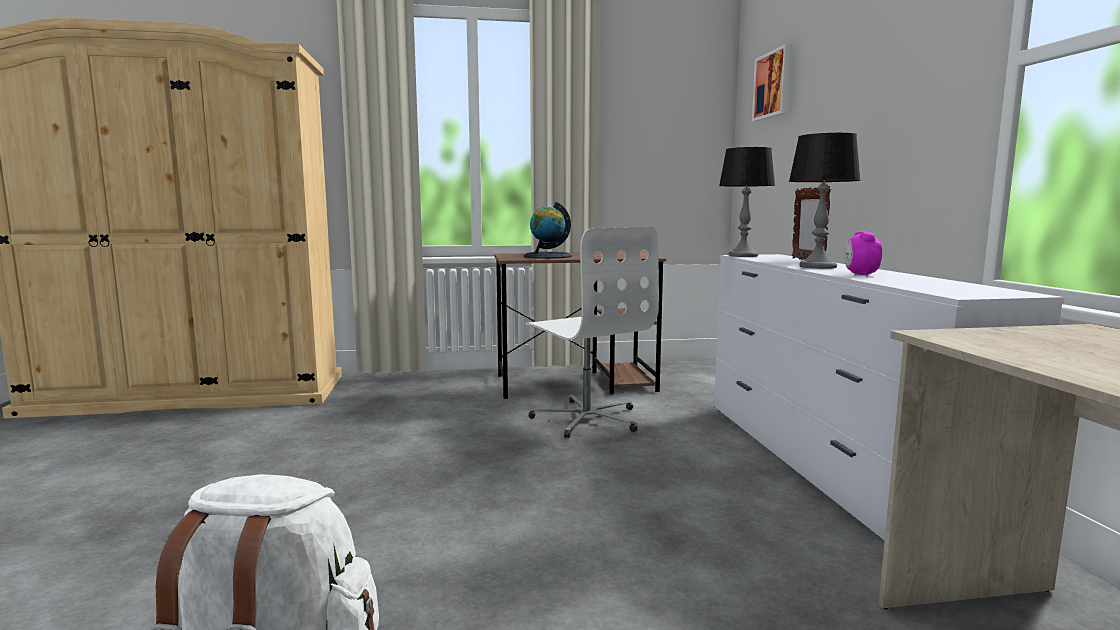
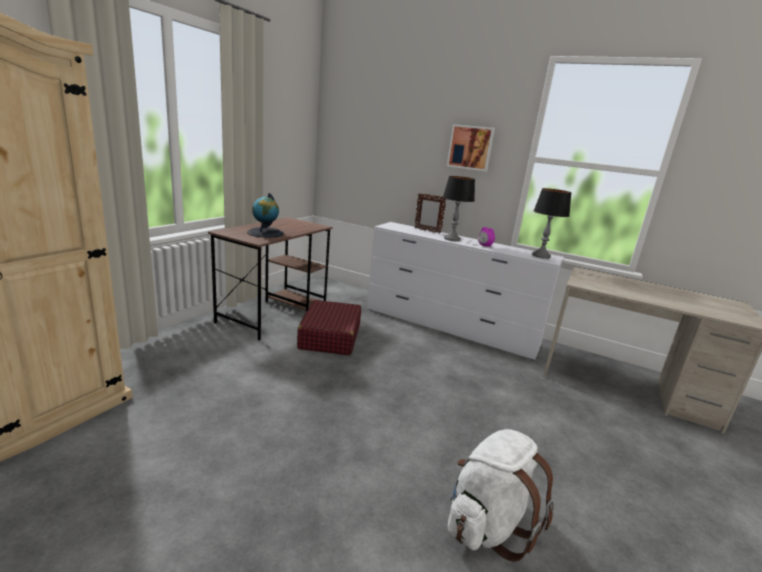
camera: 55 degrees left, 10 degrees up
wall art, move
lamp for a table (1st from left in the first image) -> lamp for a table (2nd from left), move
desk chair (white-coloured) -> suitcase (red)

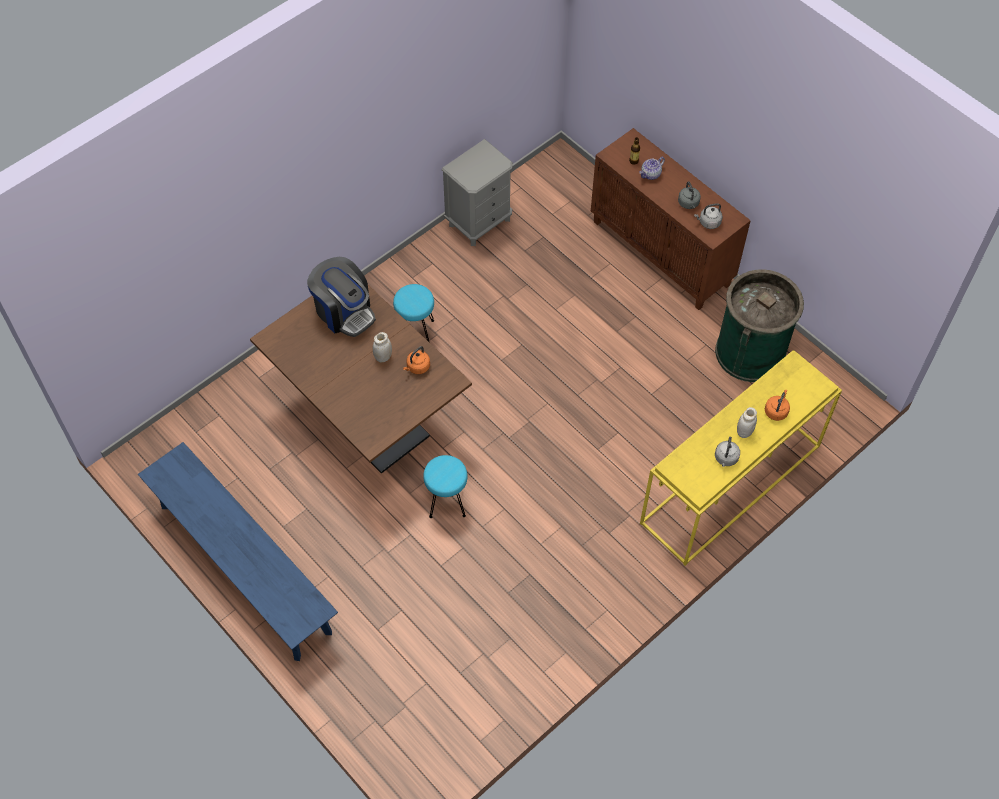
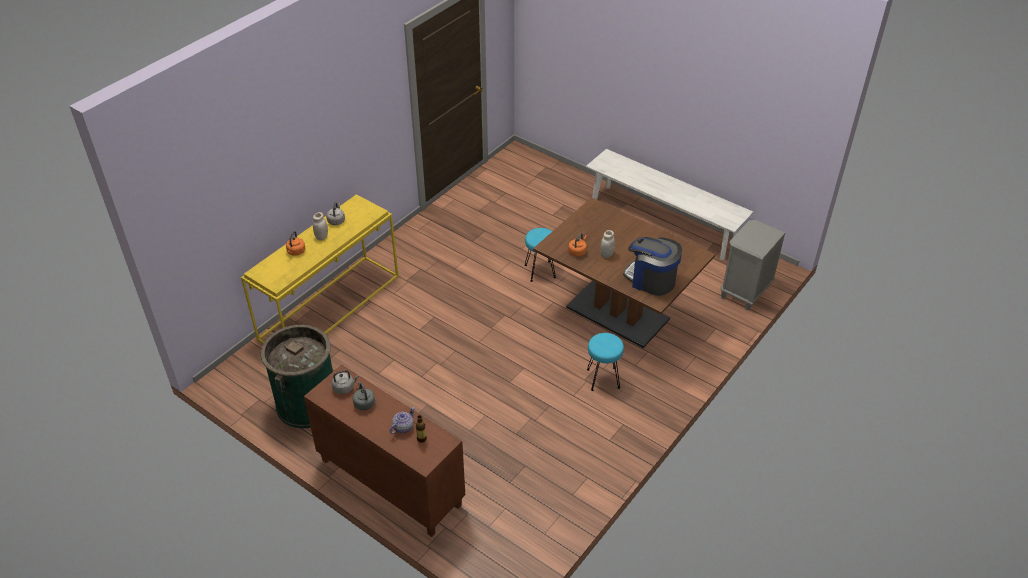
camera: 170 degrees right, 15 degrees down
bedside table (gray), move
bench (bluish) -> bench (white-coloured)

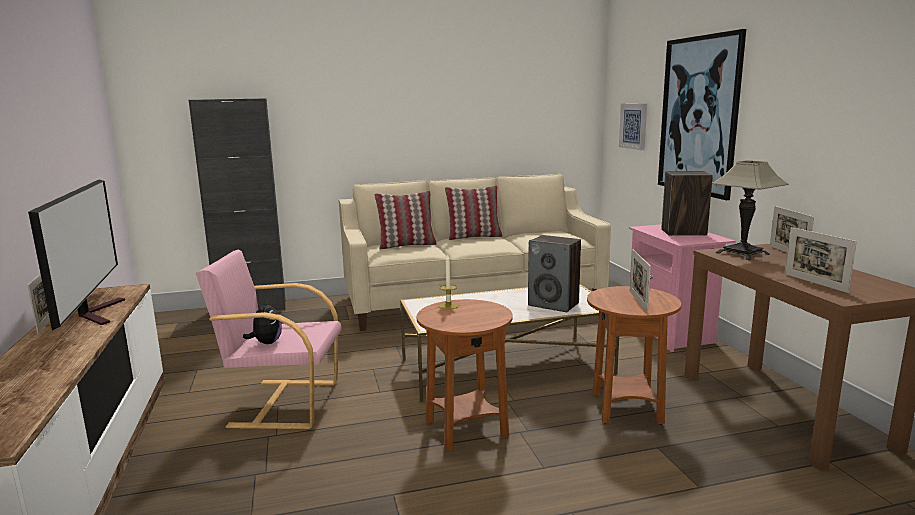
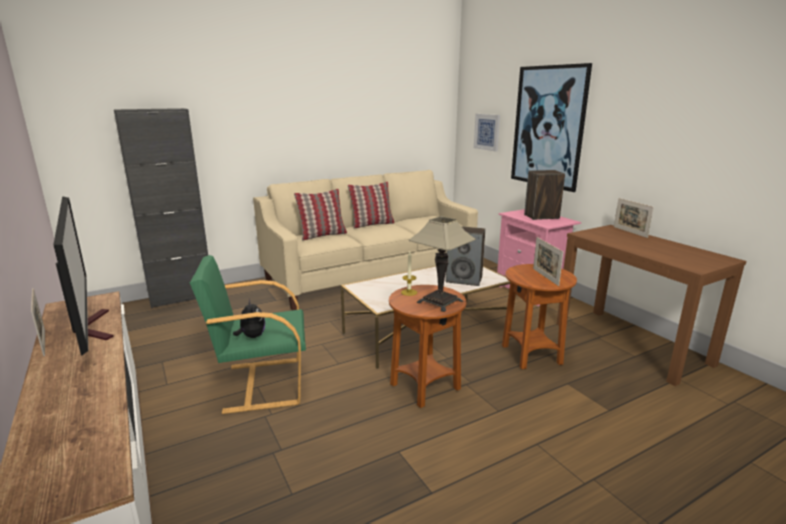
camera: 15 degrees left, 5 degrees up
lamp for a table, move
standing frame (4th from left) -> none
easy chair (pinkish) -> easy chair (green)

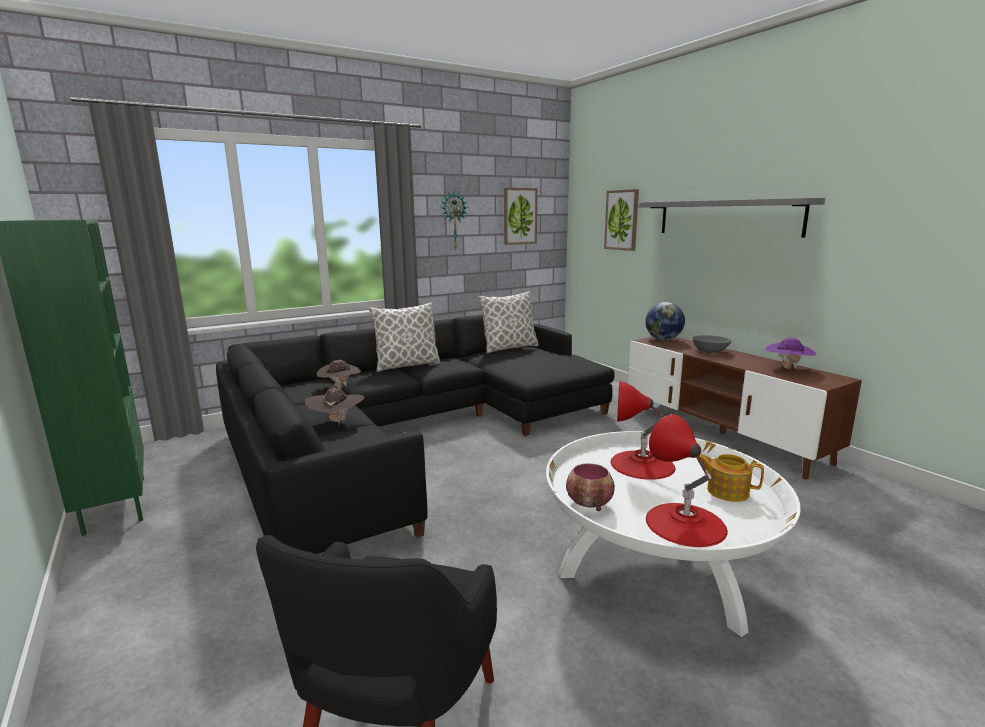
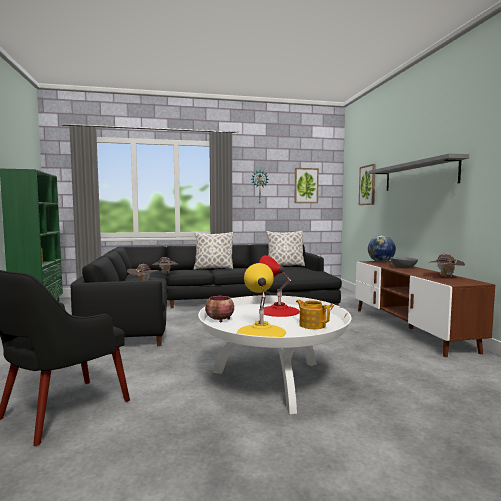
camera: 20 degrees right, 10 degrees down
wearable hat (purple-coloured) -> wearable hat (brown) (3rd from left)
lamp for a table (red) (2nd from left) -> lamp for a table (yellowish)

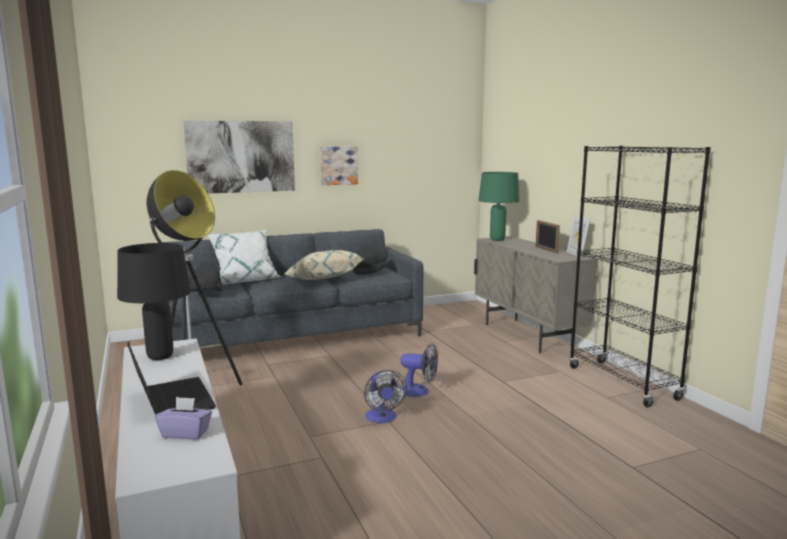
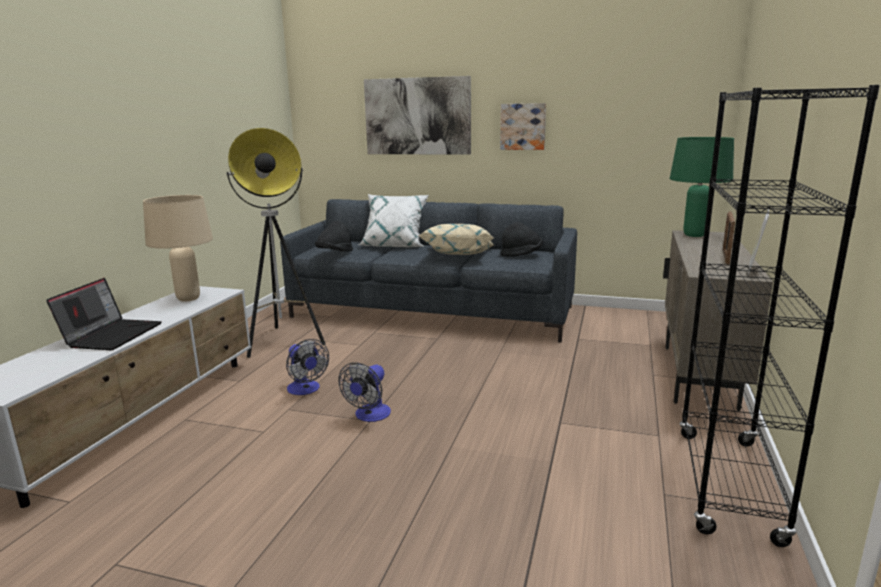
camera: 40 degrees right, 5 degrees up
lamp for a table (black) -> lamp for a table (sand-coloured)
fan (2nd from left in the first image) -> fan (1st from left), move
tissue holder (purple-coloured) -> none

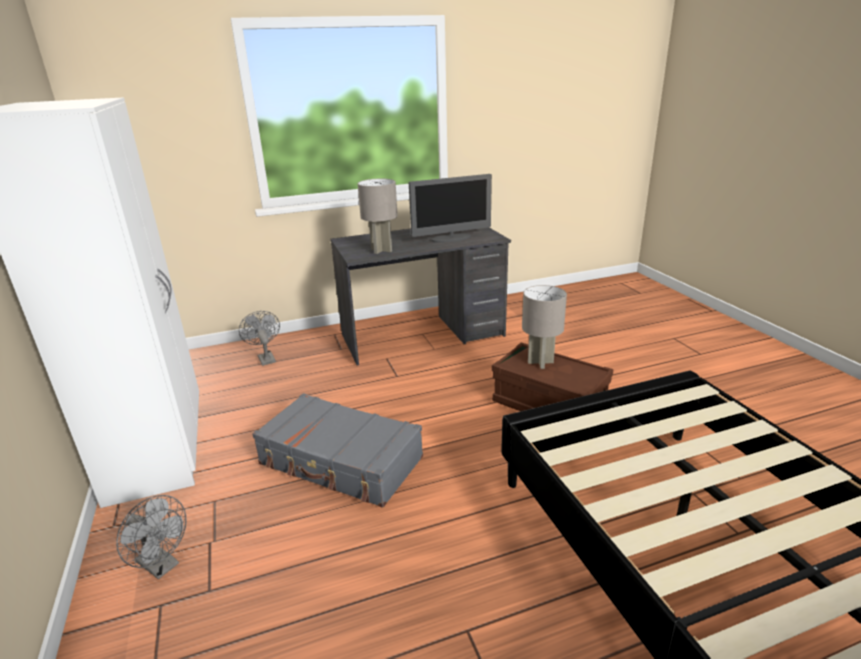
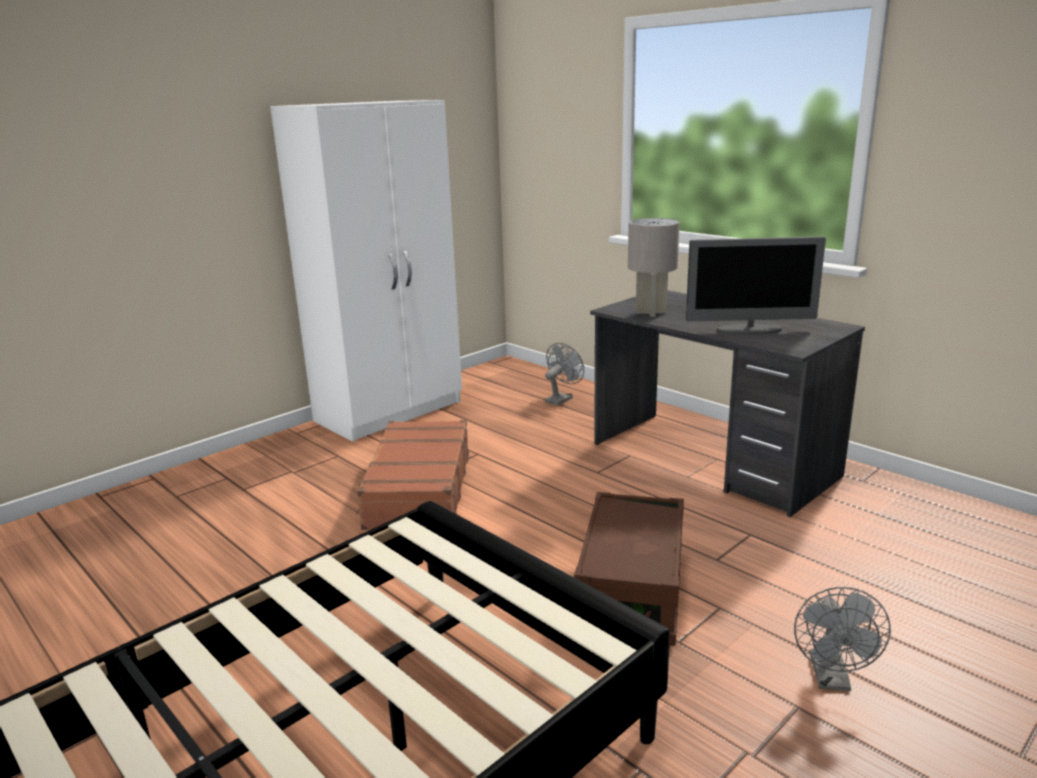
camera: 65 degrees right, 5 degrees down
computer display, 45 degrees counterclockwise
lamp for a table (gray) (2nd from left) -> none
suitcase (gray) -> suitcase (brown)
fan (gray) (1st from left in the first image) -> fan (gray) (2nd from left), move

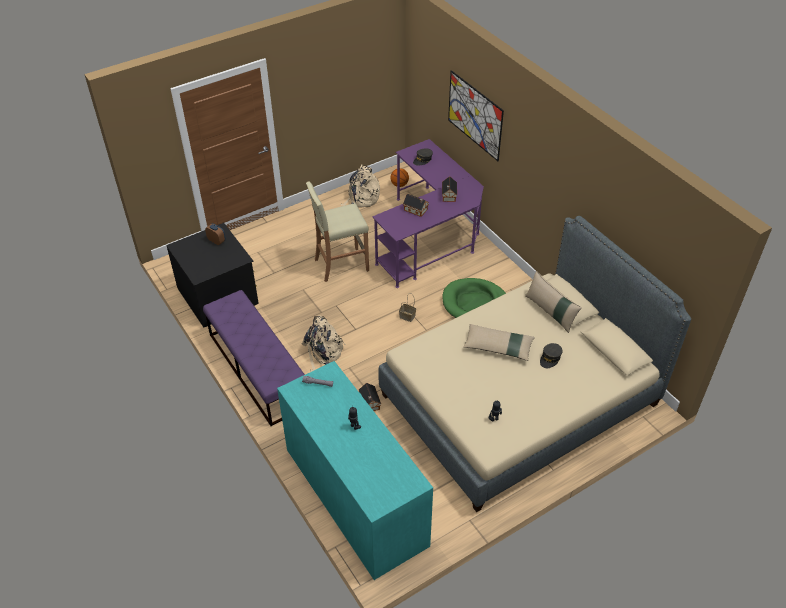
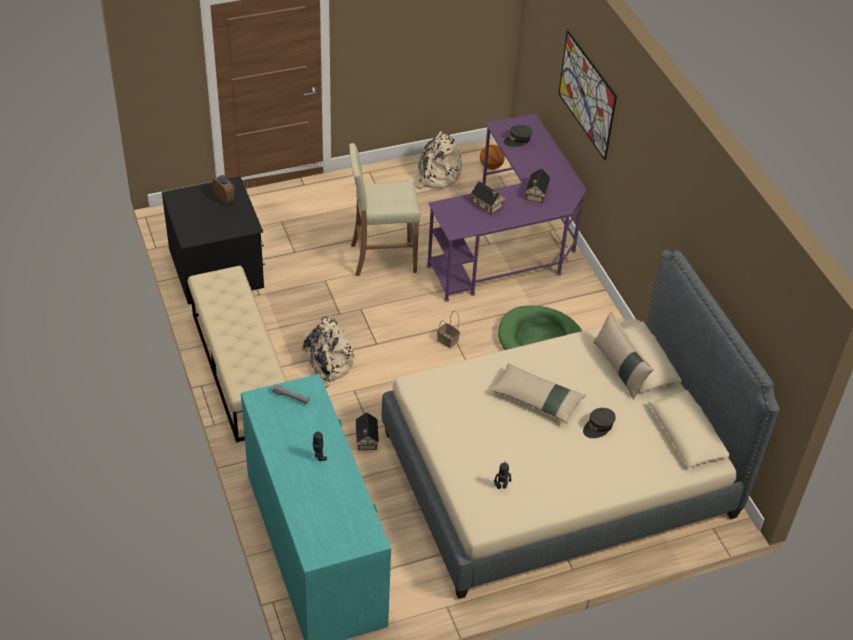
camera: 10 degrees right, 0 degrees up
bench (purple-coloured) -> bench (sand-coloured)

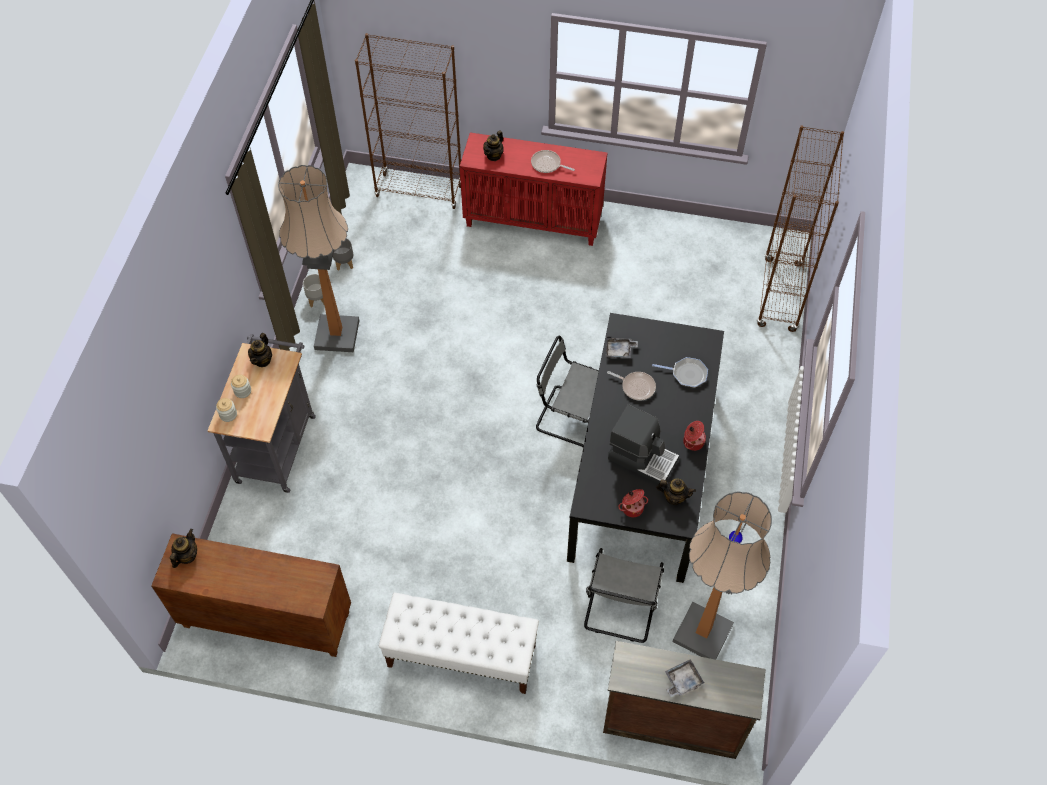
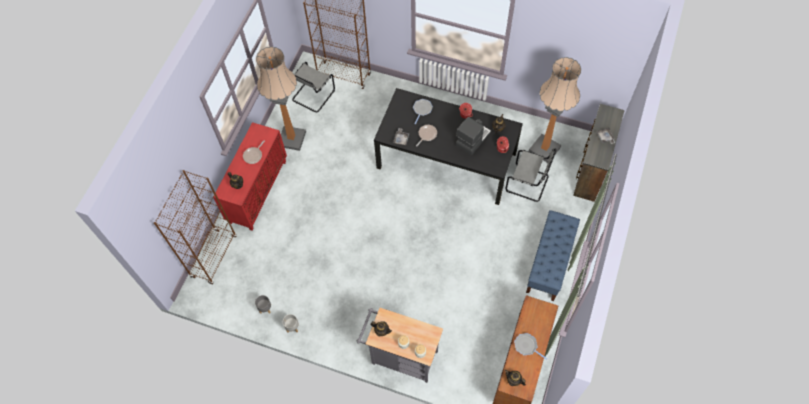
camera: 80 degrees left, 5 degrees up
standard lamp (1st from left), move
plain chair (gray) (1st from left), move
bench (white-coloured) -> bench (bluish)
none -> pan (4th from left)

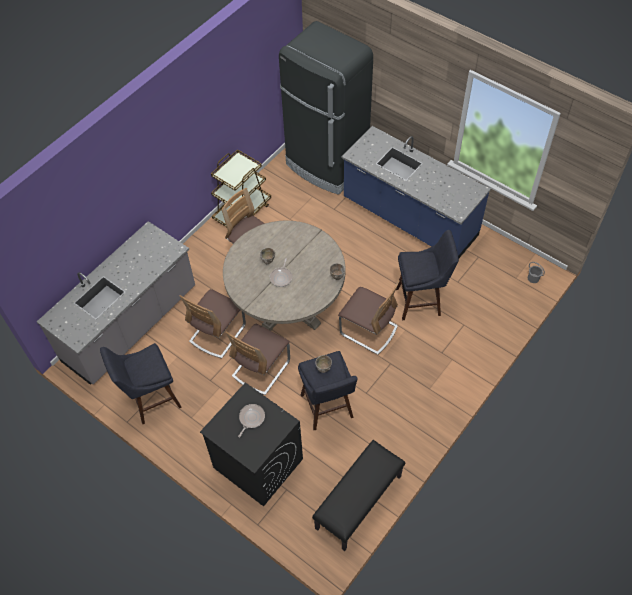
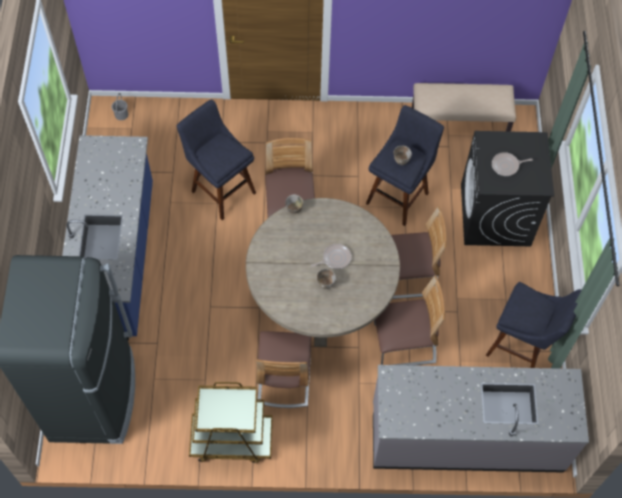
camera: 130 degrees left, 5 degrees up
bench (black) -> bench (sand-coloured)

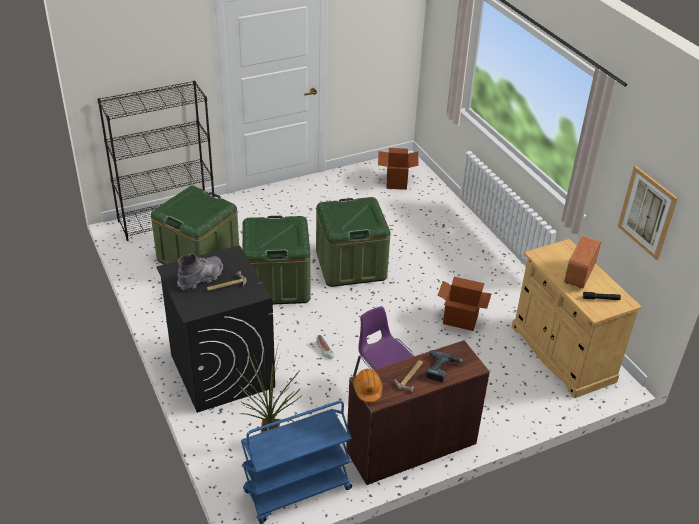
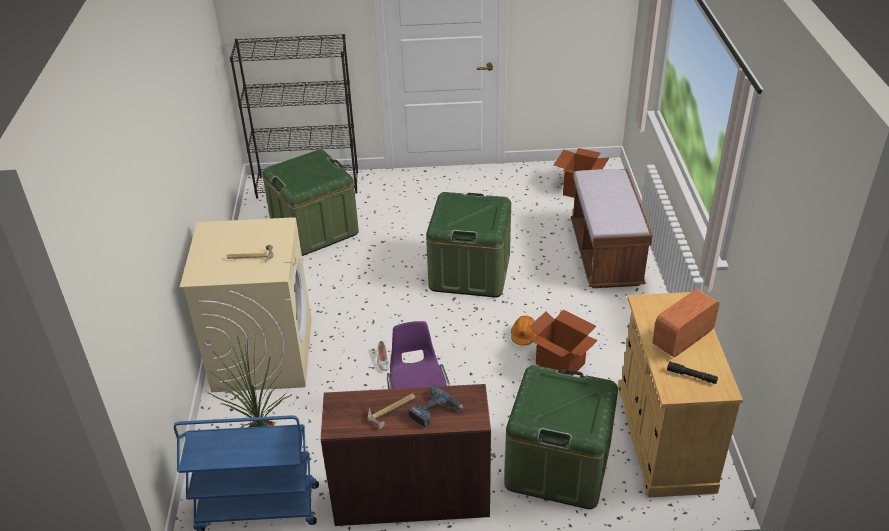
camera: 25 degrees right, 0 degrees up
wall art -> none
storage container (green) (2nd from left in the first image) -> storage container (green) (3rd from left), move
laundry machine (black) -> laundry machine (sand-coloured)
boot (gray) -> none
safety helmet (orange-coloured), move
none -> bench (brown)

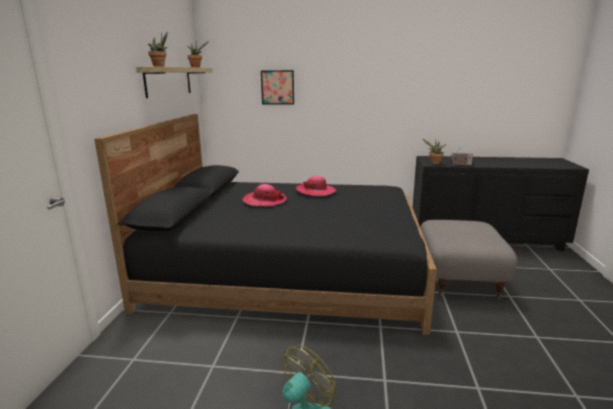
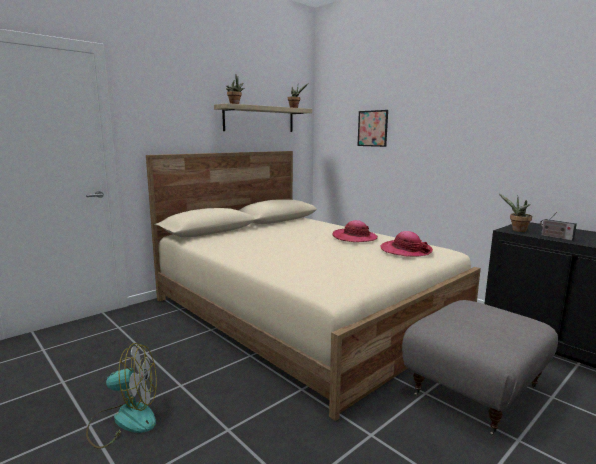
camera: 40 degrees right, 5 degrees down
bed (black) -> bed (sand-coloured)
wearable hat (1st from left in the first image) -> wearable hat (2nd from left), move

